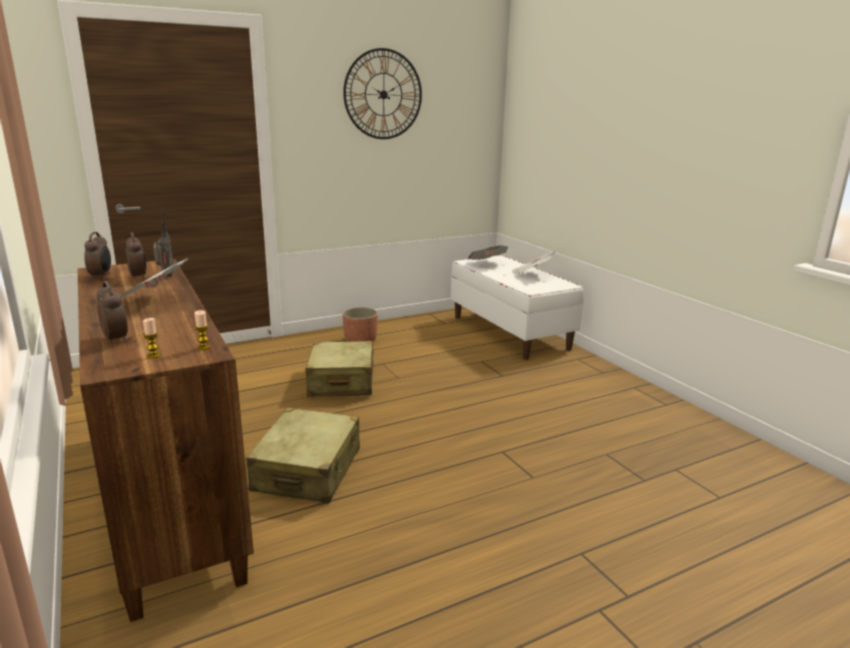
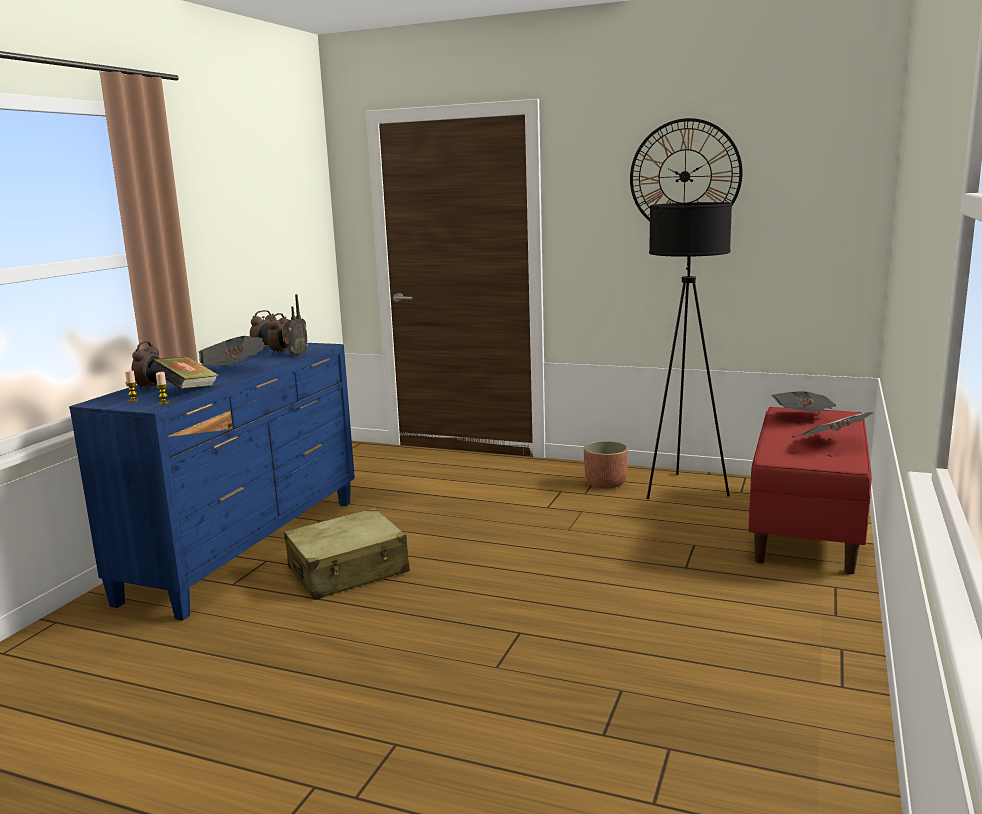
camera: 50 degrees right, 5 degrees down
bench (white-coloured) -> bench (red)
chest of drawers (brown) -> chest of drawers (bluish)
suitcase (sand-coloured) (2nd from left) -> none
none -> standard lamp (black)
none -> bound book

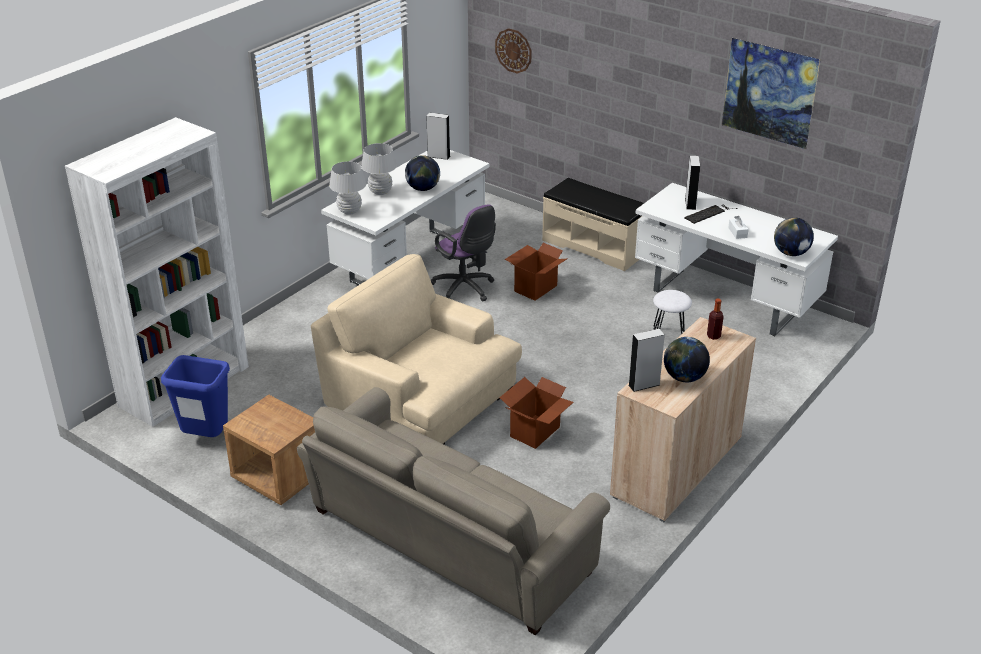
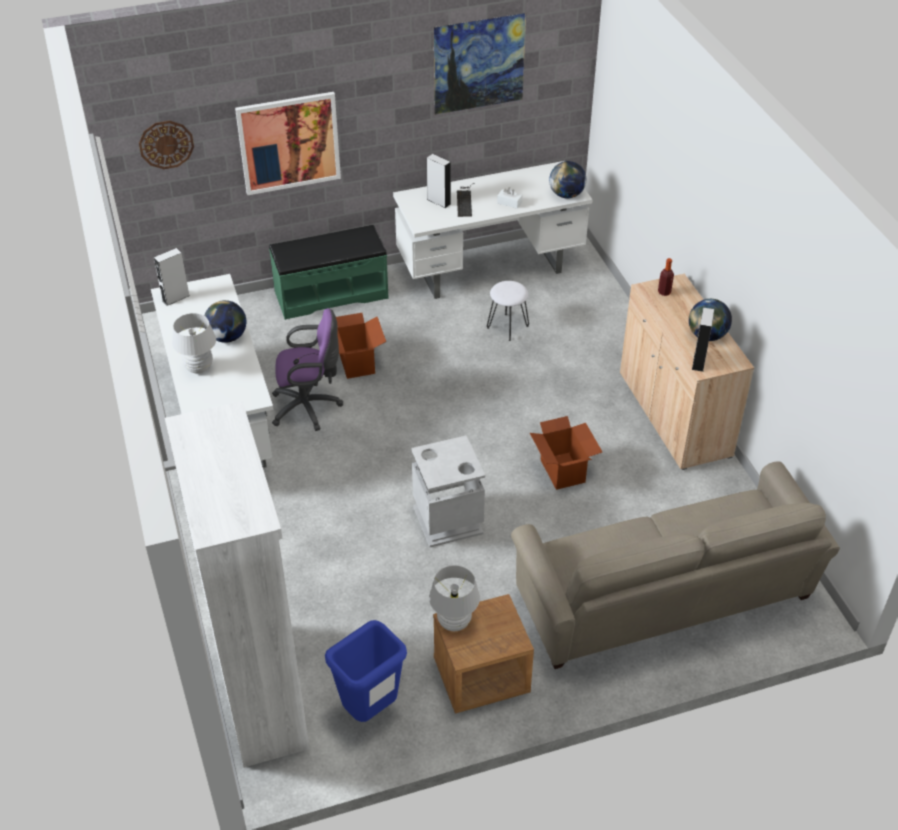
camera: 55 degrees left, 10 degrees up
lamp for a table (white-coloured) (1st from left in the first image) -> lamp for a table (white-coloured) (2nd from left), move
bench (sand-coloured) -> bench (green)
easy chair (sand-coloured) -> rubbish bin (gray)
none -> wall art (1st from left)

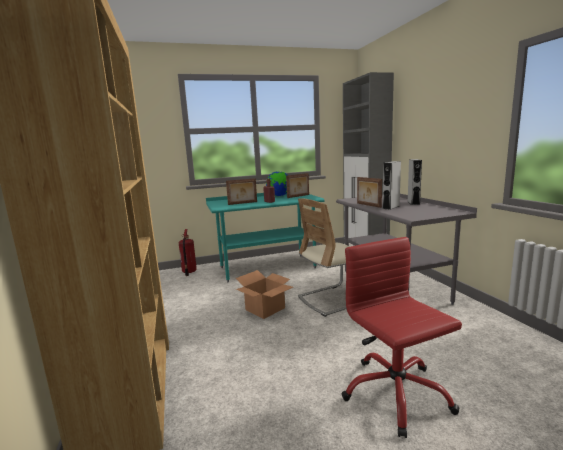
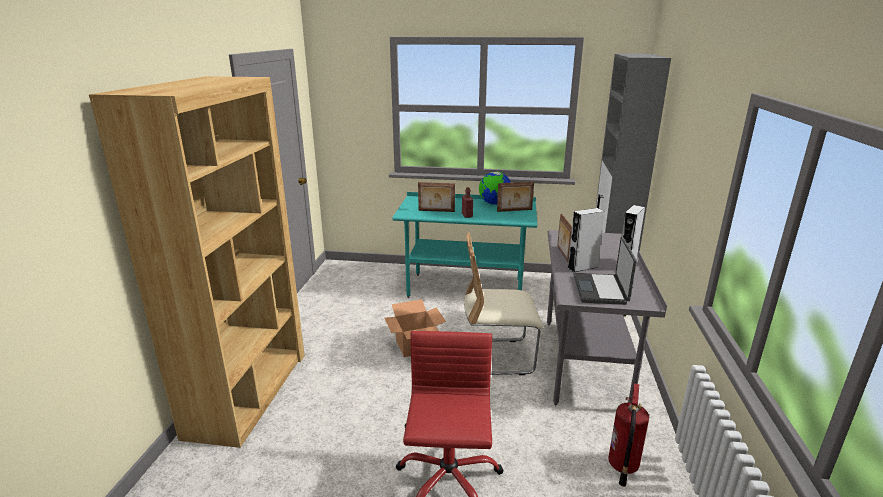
camera: 25 degrees right, 10 degrees up
fire-fighting cylinder, move
none -> notebook computer

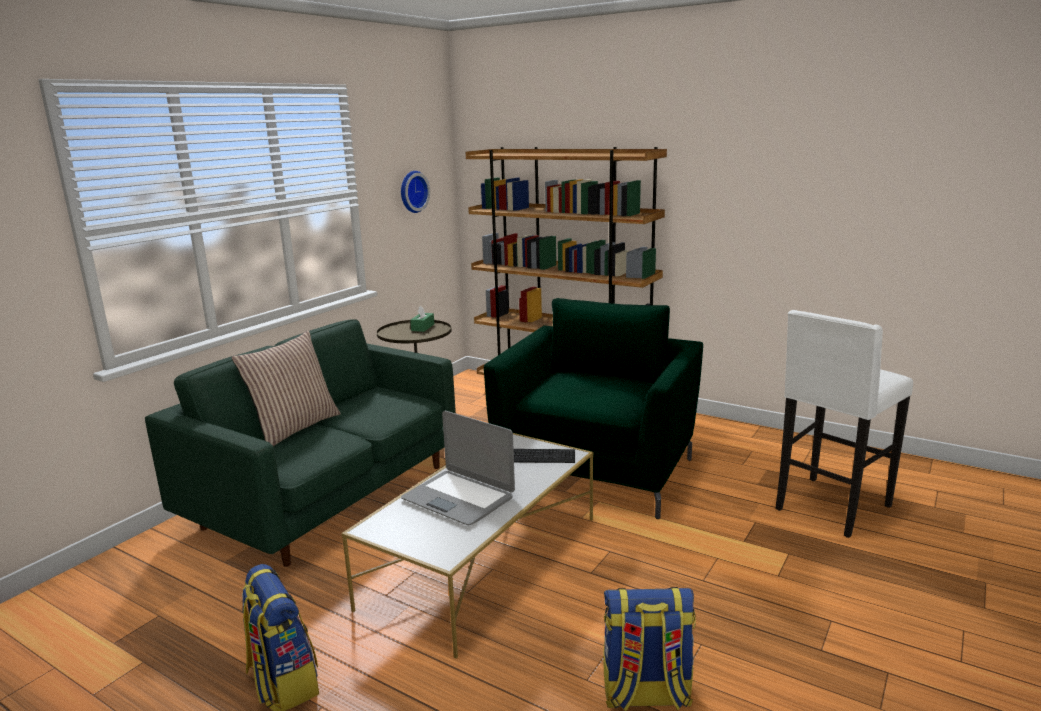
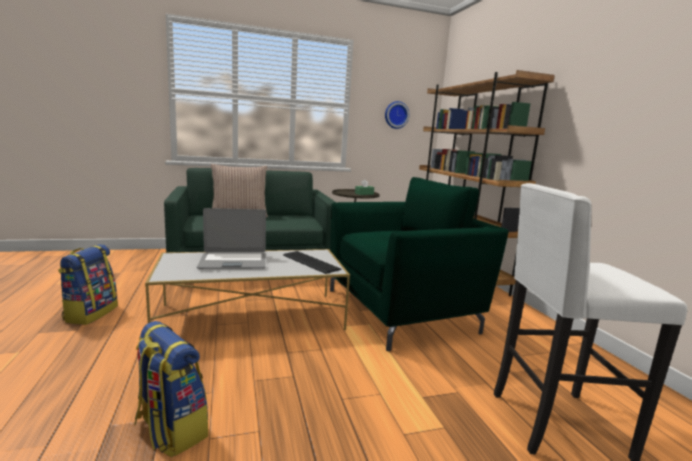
camera: 40 degrees right, 5 degrees down
notebook computer, 90 degrees counterclockwise

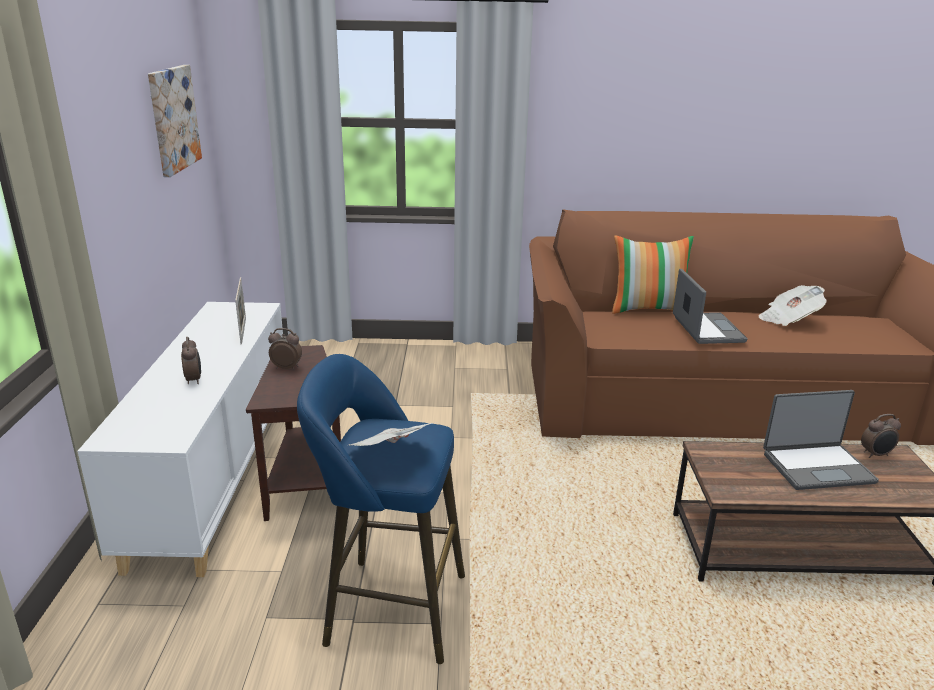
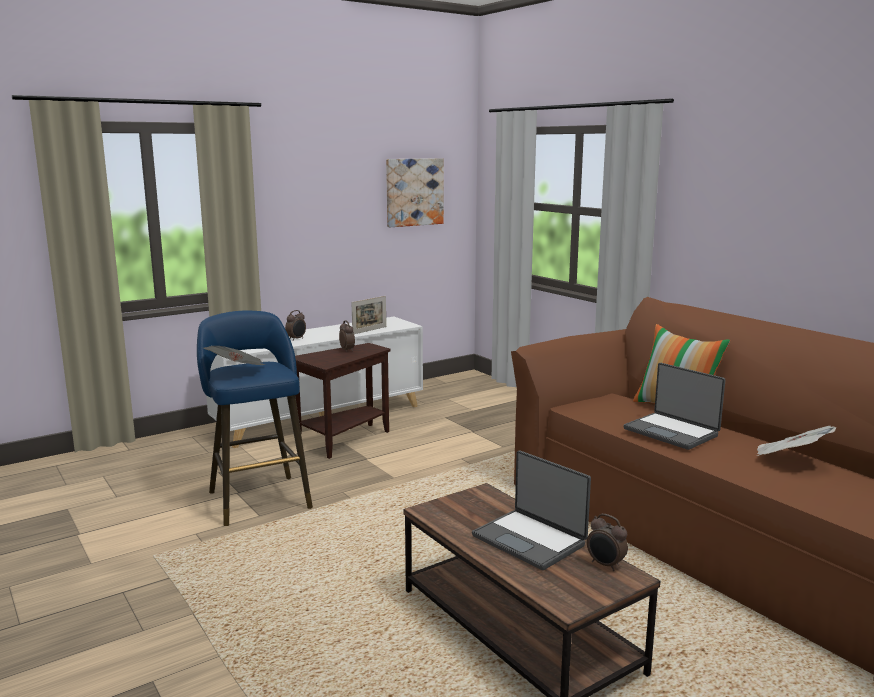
camera: 55 degrees right, 10 degrees down
notebook computer (1st from left in the first image) -> notebook computer (2nd from left), 90 degrees clockwise

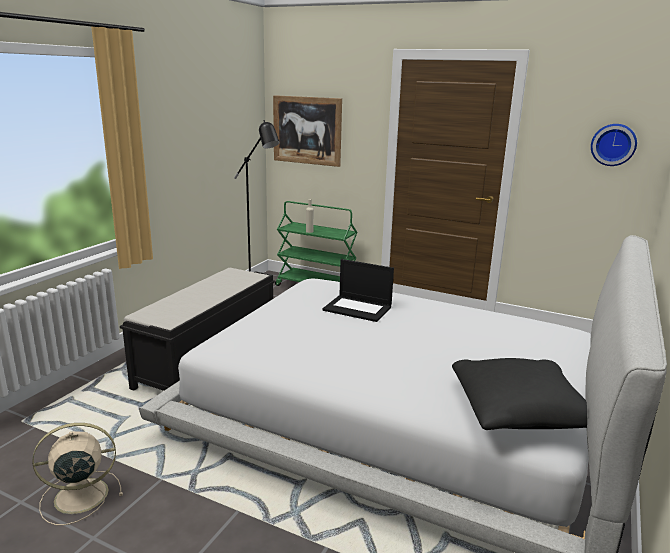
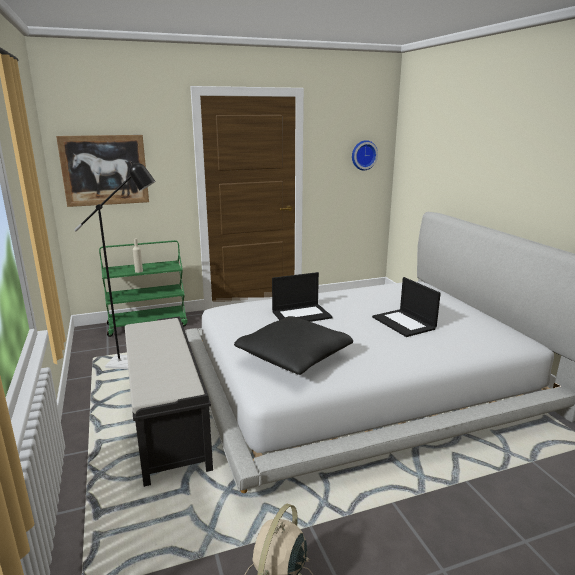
camera: 45 degrees left, 0 degrees up
cushion (black), move
none -> notebook computer (2nd from left)

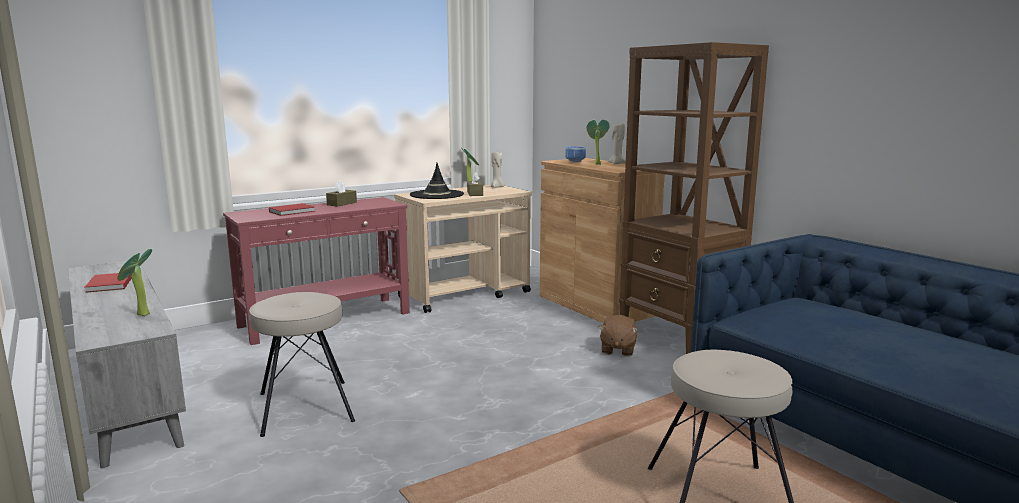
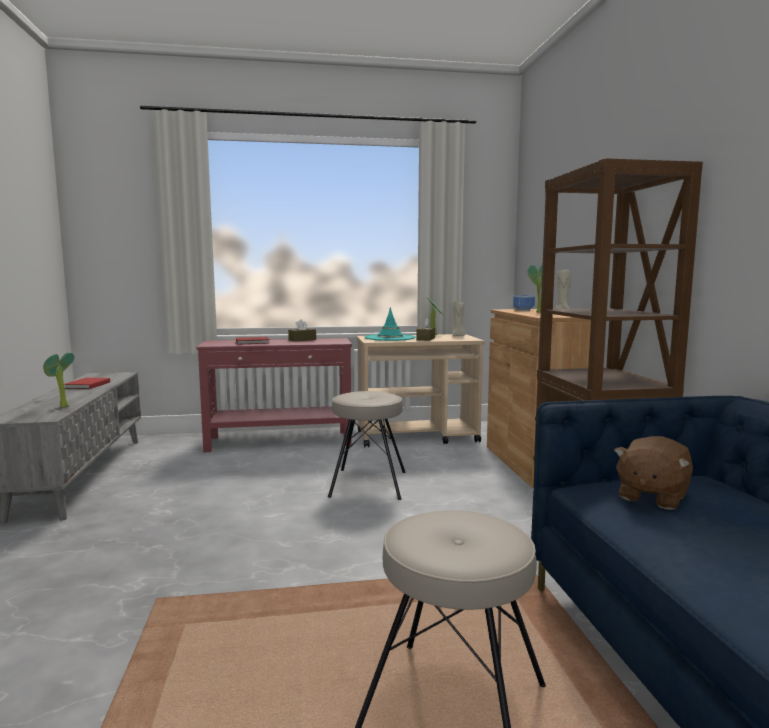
camera: 25 degrees right, 5 degrees down
wearable hat (black) -> wearable hat (blue-green)
stool seat (sand-coloured) (1st from left), move
cuddly toy (brown), move

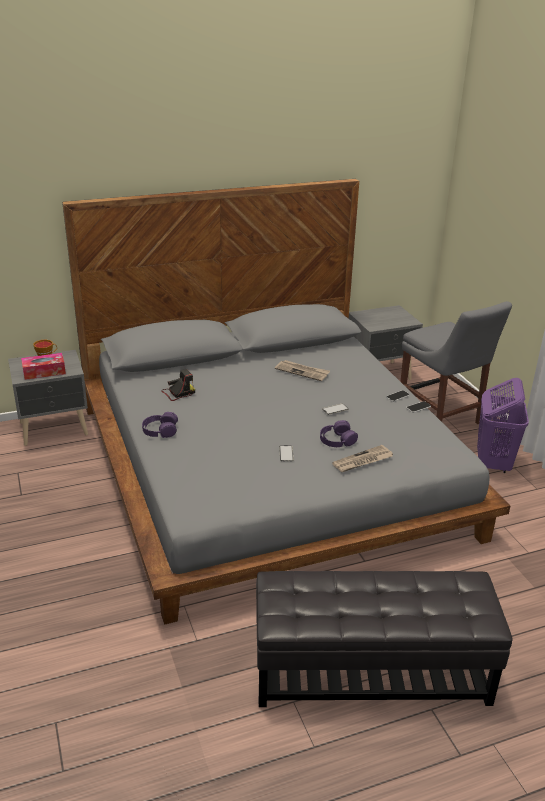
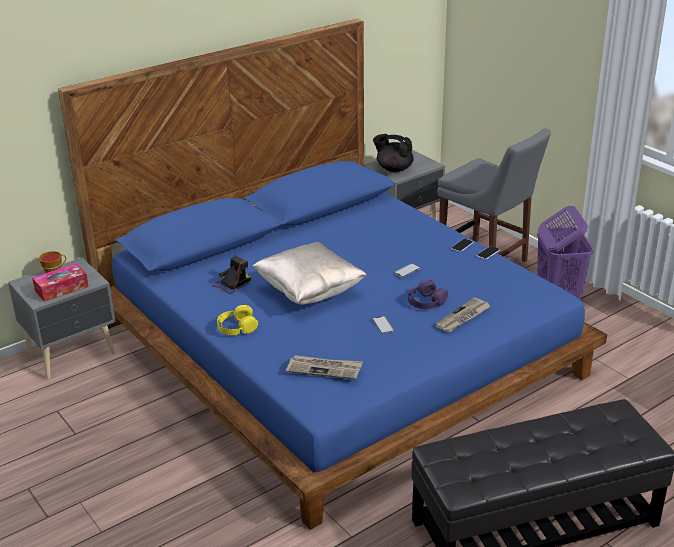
camera: 15 degrees left, 0 degrees up
bed (gray) -> bed (bluish)
daily paper (1st from left), move
headphones (purple-coloured) (1st from left) -> headphones (yellowish)
none -> tea pot (black)
none -> cushion (sand-coloured)

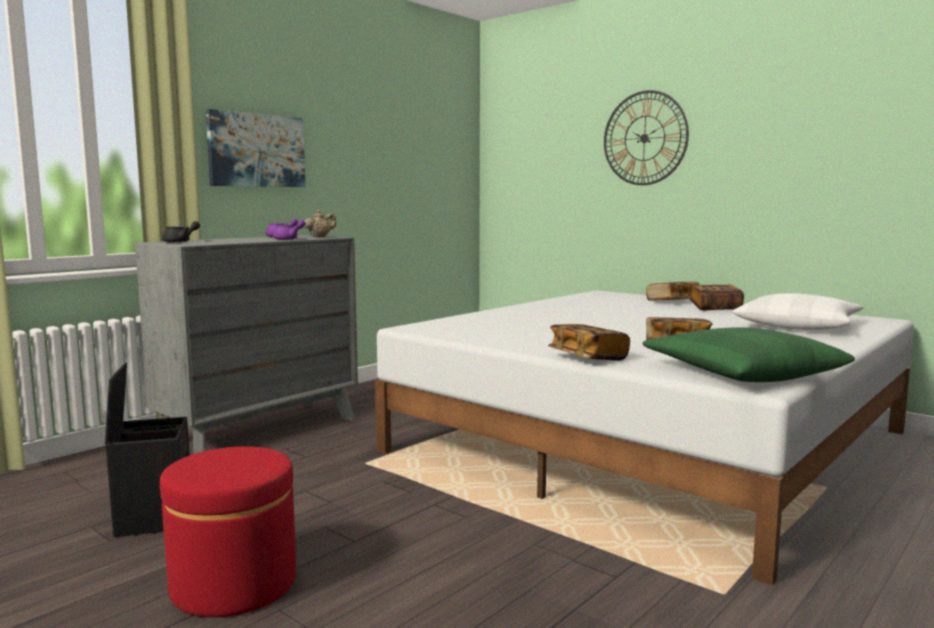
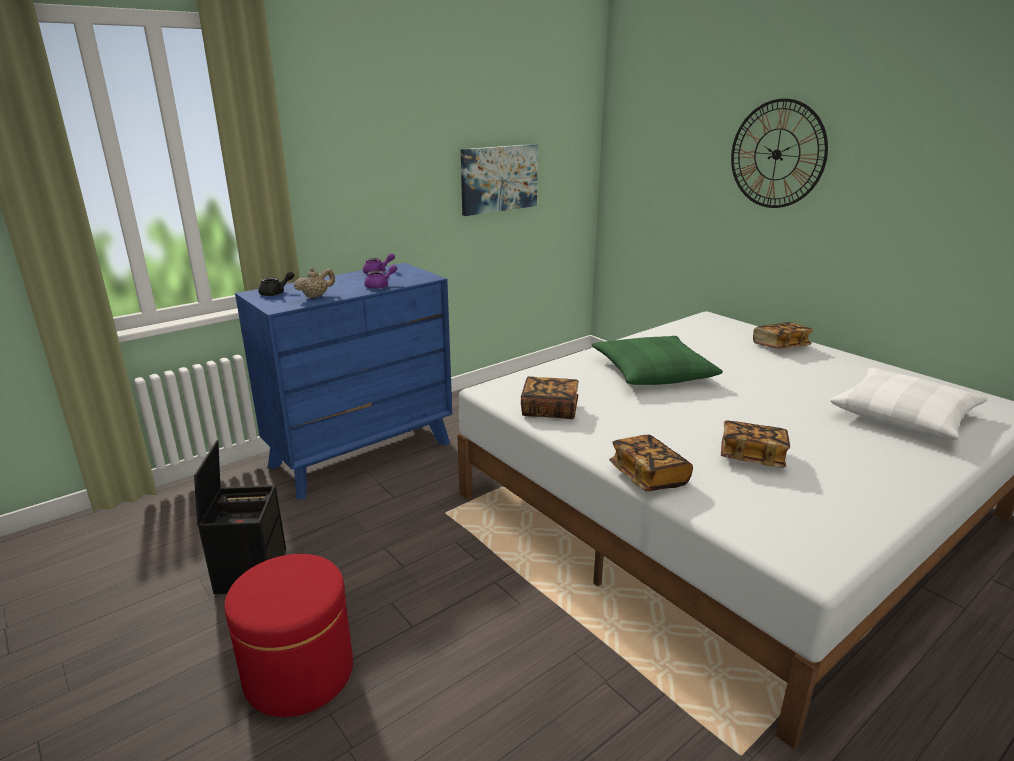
camera: 10 degrees right, 15 degrees up
wall art, move
tea pot (sand-coloured), move
chest of drawers (gray) -> chest of drawers (bluish)
bound book (4th from left in the first image) -> bound book (1st from left), move
cushion (green), move

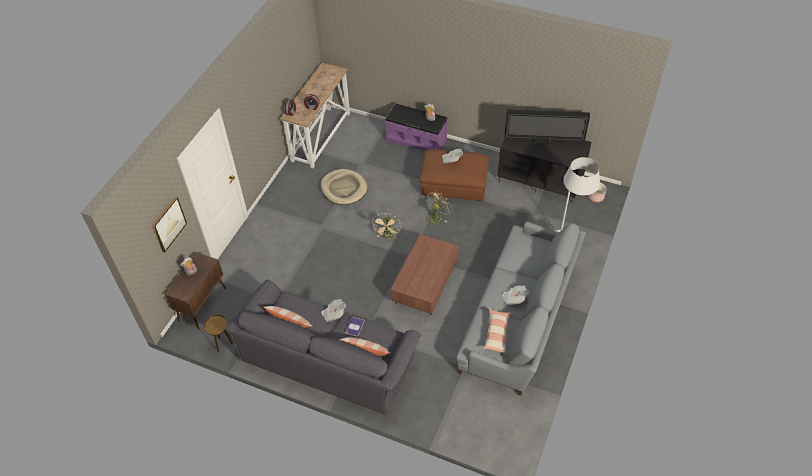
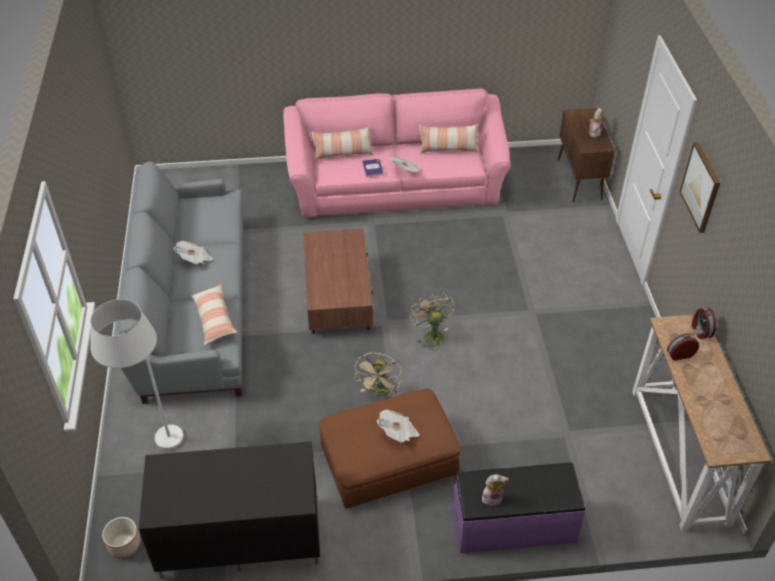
camera: 150 degrees right, 5 degrees down
television -> none
dog cushion (sand-coloured) -> none
wall art, move
couch (gray) (1st from left) -> couch (pinkish)
cushion (3rd from left in the first image) -> cushion (1st from left), move
accent table (brown) -> none

